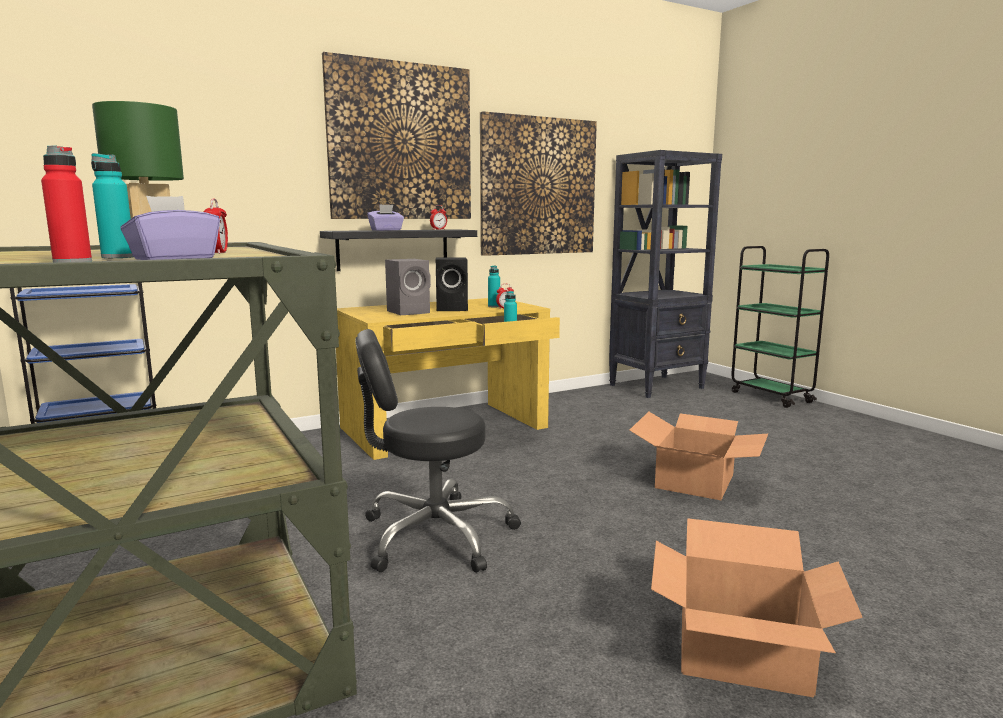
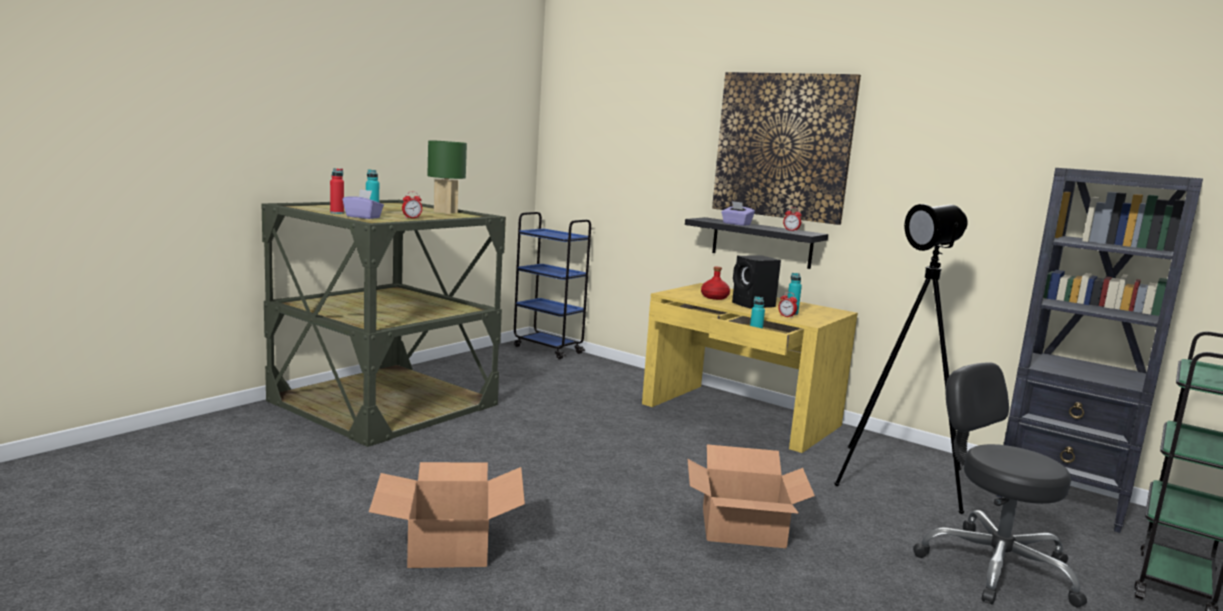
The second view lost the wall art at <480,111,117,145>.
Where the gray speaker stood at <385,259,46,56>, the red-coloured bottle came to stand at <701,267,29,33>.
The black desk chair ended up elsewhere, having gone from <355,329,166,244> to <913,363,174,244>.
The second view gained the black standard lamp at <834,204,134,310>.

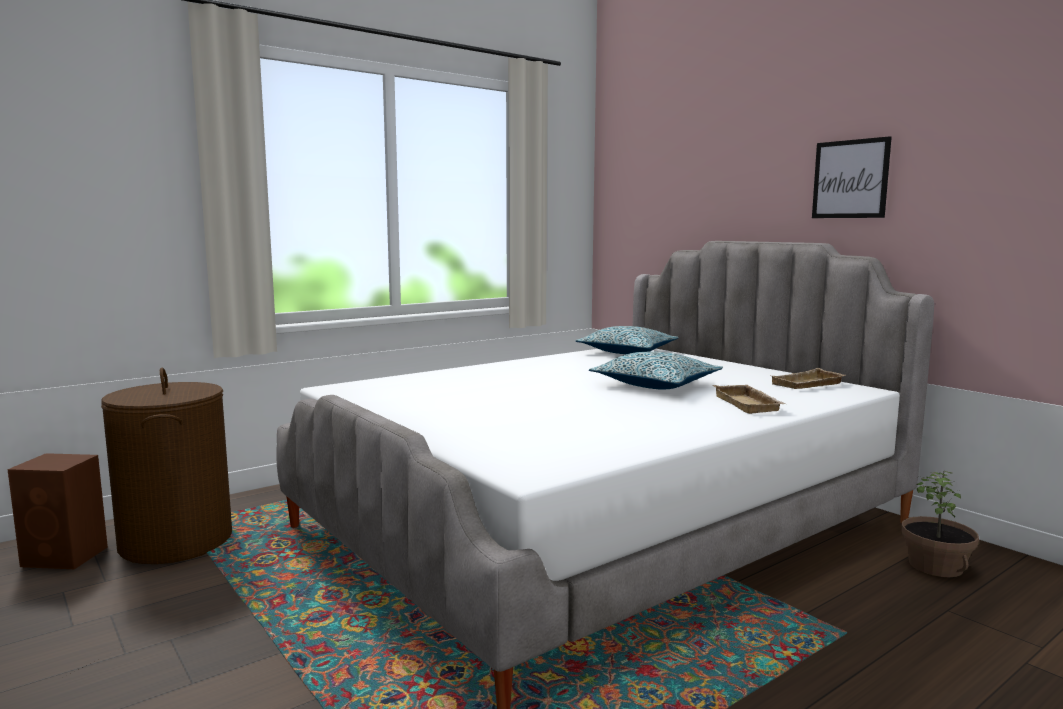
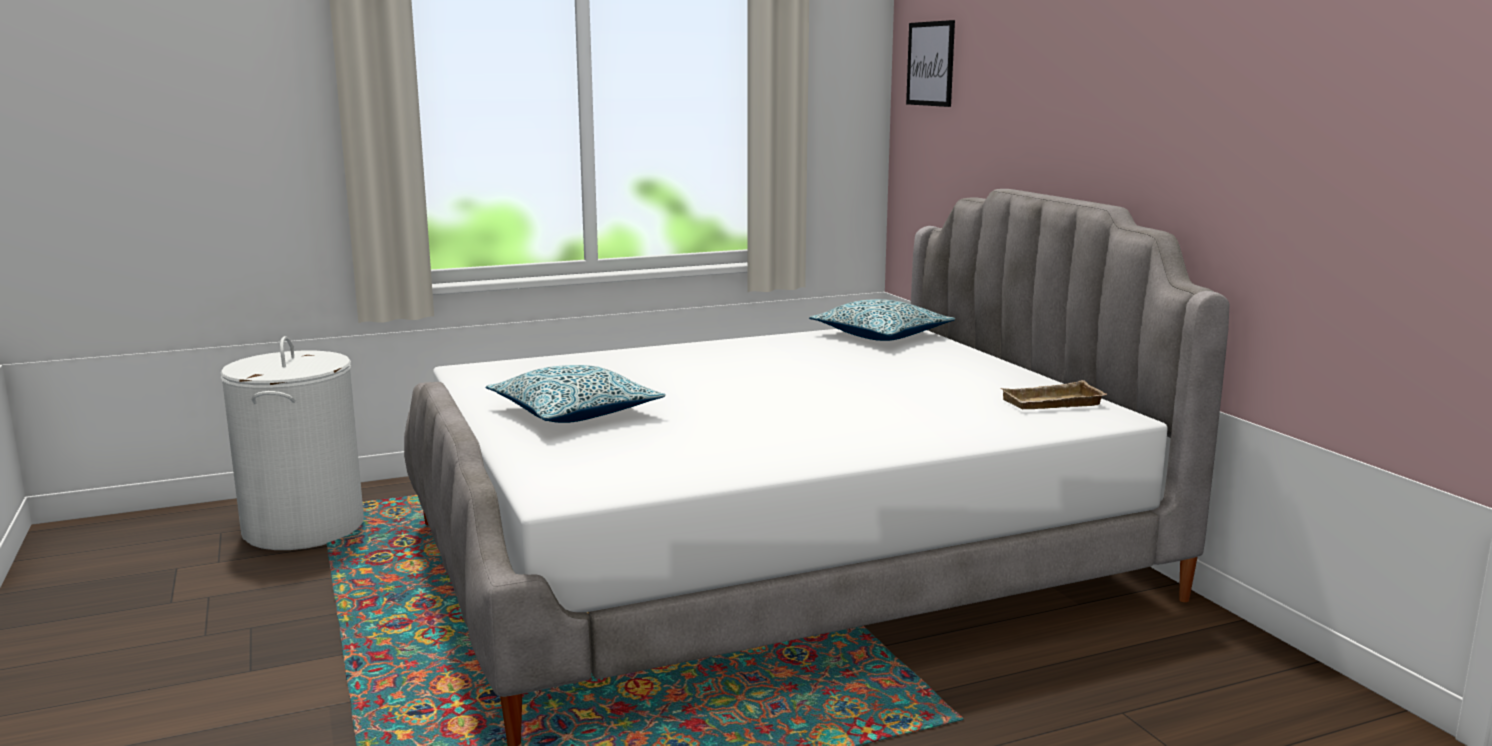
The wall art ended up elsewhere, having gone from <812,136,80,82> to <906,20,49,87>.
The pillow ended up elsewhere, having gone from <589,351,134,38> to <486,365,180,58>.
What was the brown-coloured hamper at <101,368,131,196> turned into the white hamper at <221,336,143,214>.
The second view lost the sand-coloured serving tray at <713,385,72,29>.
The second view lost the brown-coloured speaker at <8,453,100,116>.
The second view lost the plant in a pot at <901,471,78,106>.

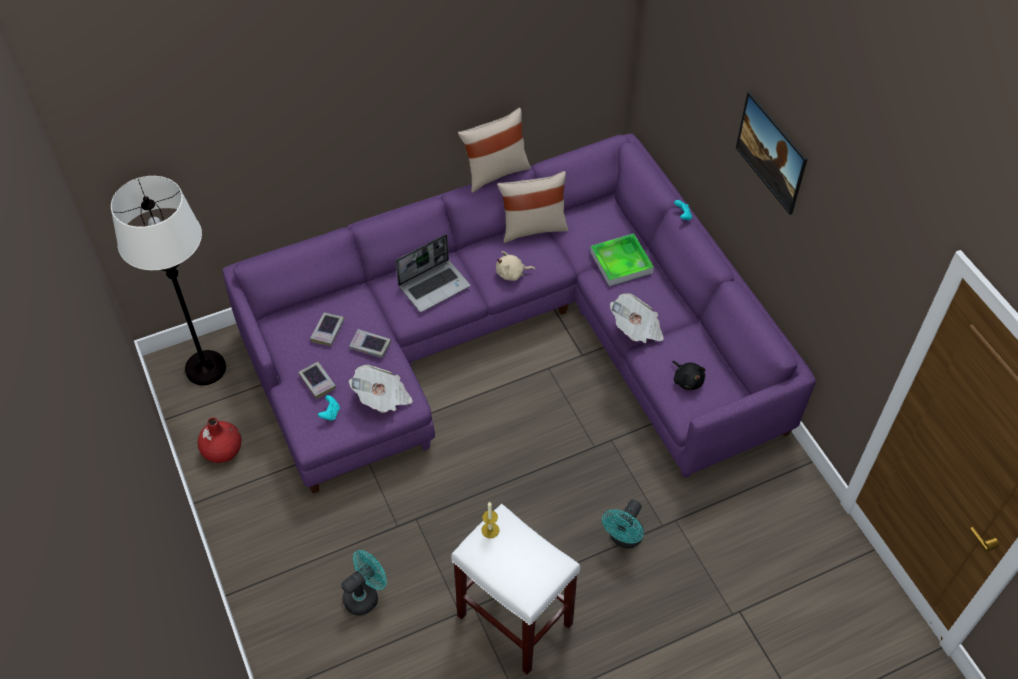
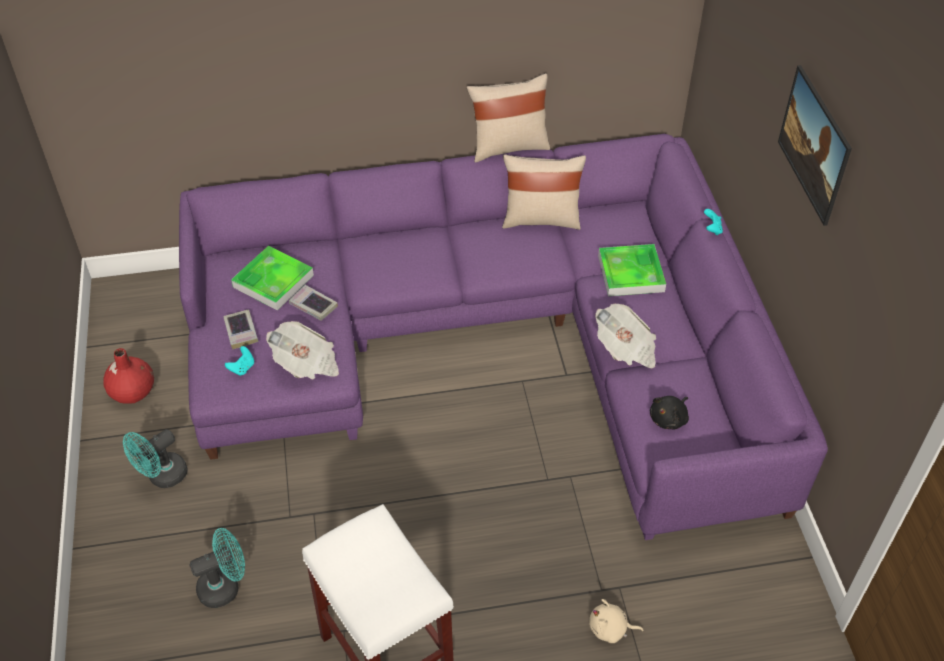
The second view lost the white standard lamp at <111,176,115,209>.
The second view lost the laptop at <395,234,75,78>.
The sand-coloured cuddly toy ended up elsewhere, having gone from <496,251,39,30> to <589,599,55,44>.
Where the bound book stood at <310,313,35,33>, the serving tray came to stand at <231,246,83,64>.
The black cuddly toy at <672,361,33,29> ended up facing another way, 60 degrees clockwise from before.
The blue-green cooling fan ended up elsewhere, having gone from <602,500,42,49> to <123,429,65,59>.
The second view lost the wax light at <481,502,18,36>.

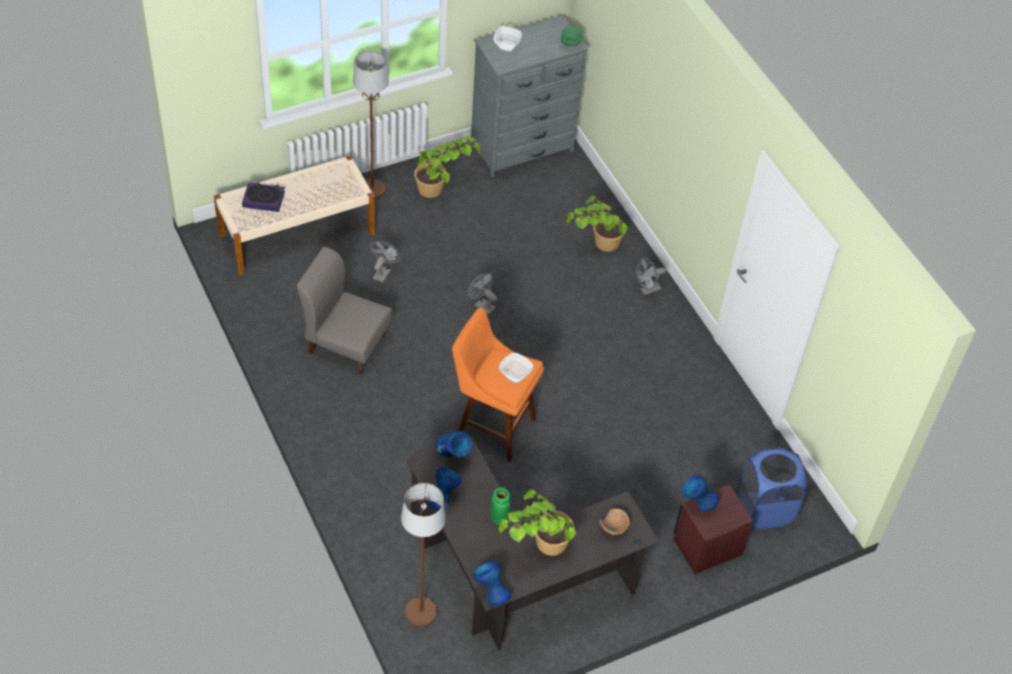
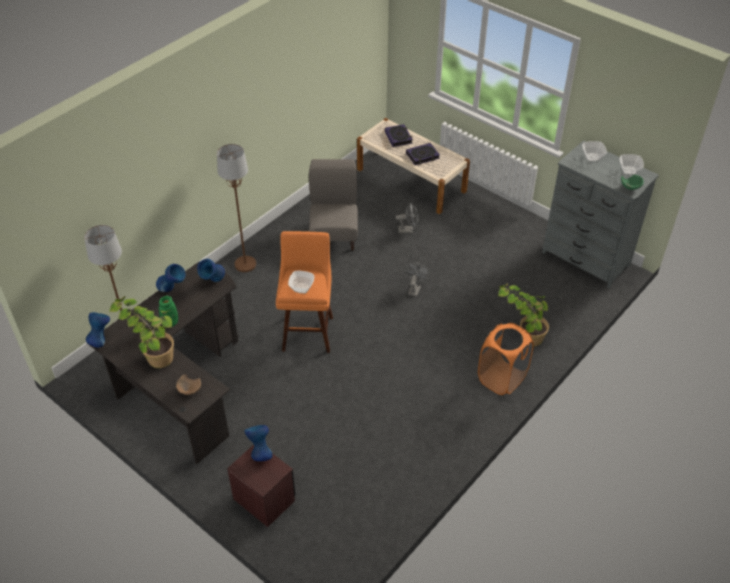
The brown-coloured standard lamp ended up elsewhere, having gone from <353,50,36,149> to <217,144,39,128>.
The second view lost the plant in a pot at <414,136,66,62>.
Where the gray cooling fan stood at <636,258,30,37>, the orangey hamper came to stand at <478,323,56,72>.
The second view lost the bluish hamper at <738,447,68,83>.
The second view gained the bound book at <406,143,34,22>.
The second view gained the deep dish at <620,154,24,21>.

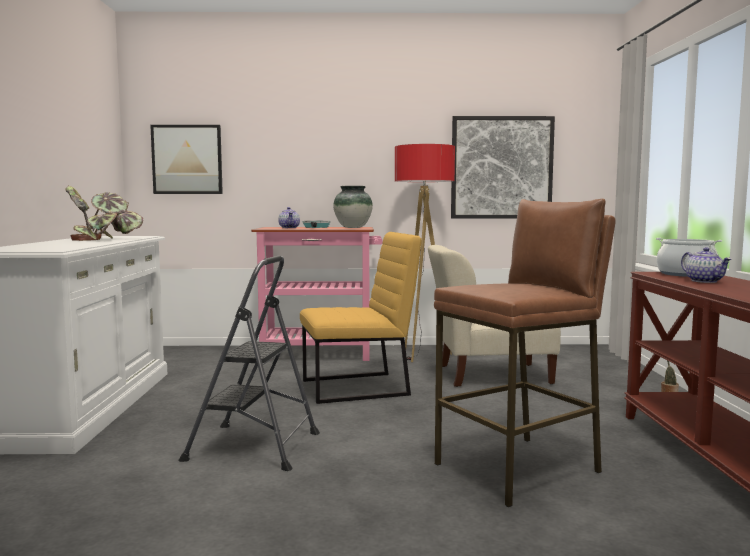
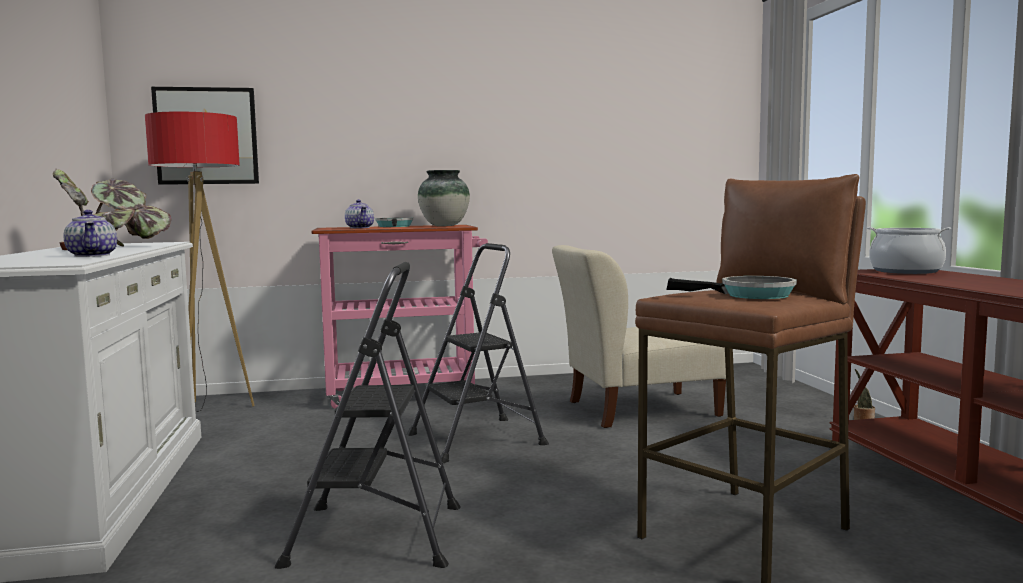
The second view lost the wall art at <451,116,104,103>.
The standard lamp ended up elsewhere, having gone from <395,144,60,218> to <145,111,109,301>.
Where the yellow chair stood at <300,232,121,172>, the black stepladder came to stand at <407,243,142,220>.
The tea pot ended up elsewhere, having gone from <681,247,51,36> to <63,210,54,47>.
The second view gained the skillet at <666,276,131,23>.

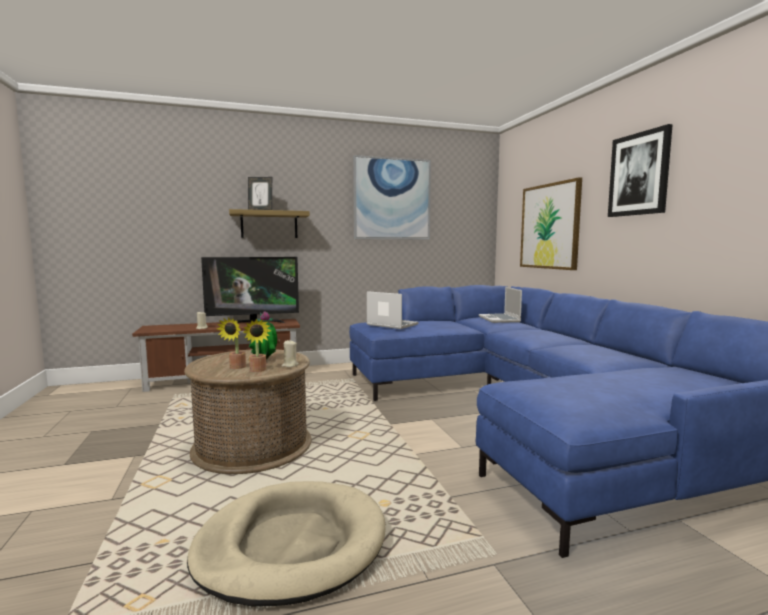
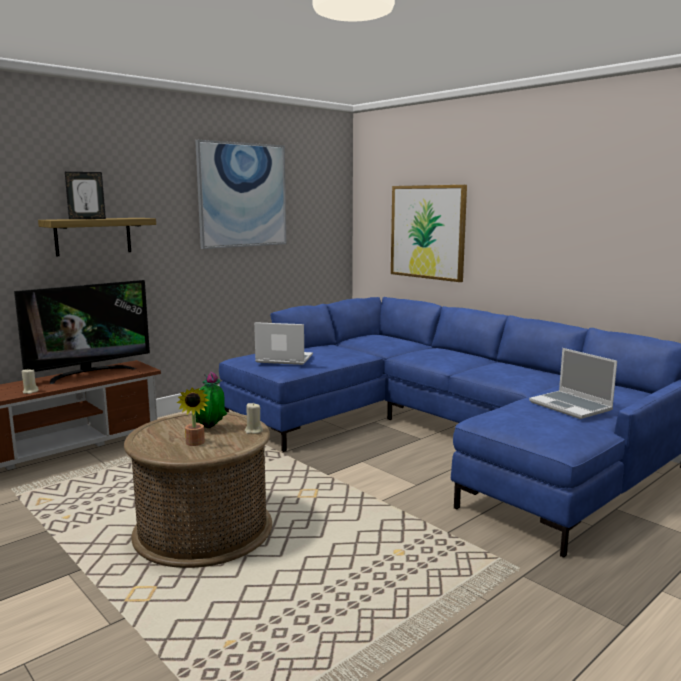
The second view lost the wall art at <608,124,65,93>.
The laptop ended up elsewhere, having gone from <479,287,43,36> to <529,348,88,71>.
The second view lost the plant in a pot at <243,319,28,53>.
The second view lost the sand-coloured dog cushion at <187,481,198,126>.

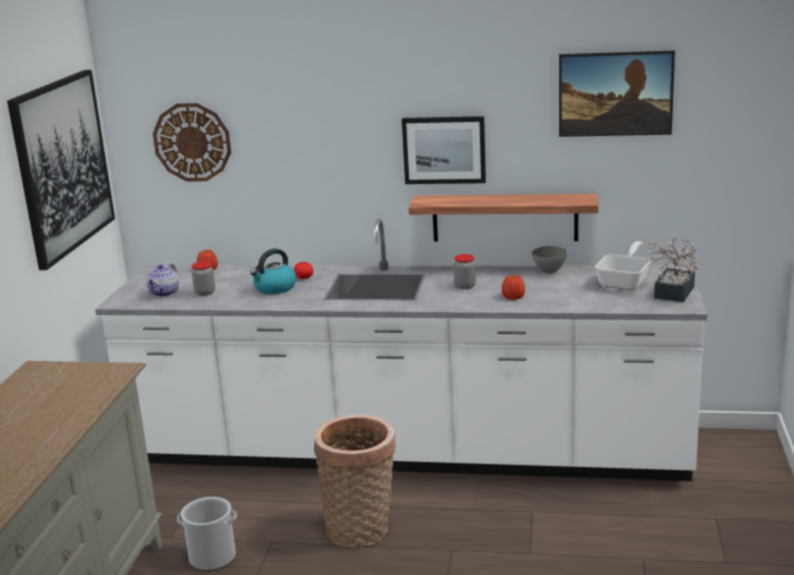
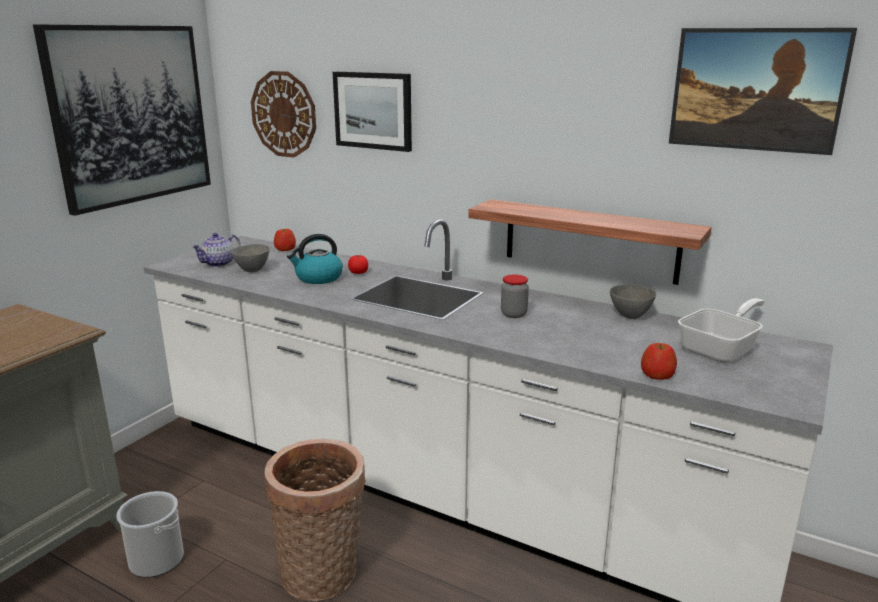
The wall art ended up elsewhere, having gone from <402,116,84,68> to <333,72,79,80>.
The second view lost the plant in a pot at <646,238,55,64>.
Where the storage jar stood at <192,261,23,35>, the gray deep dish came to stand at <231,244,39,28>.
The apple fruit ended up elsewhere, having gone from <502,275,23,25> to <641,343,36,37>.

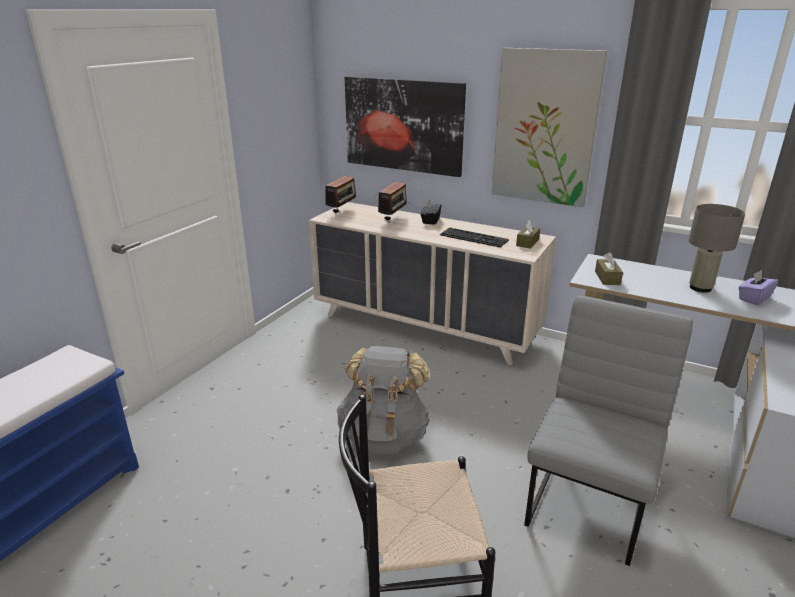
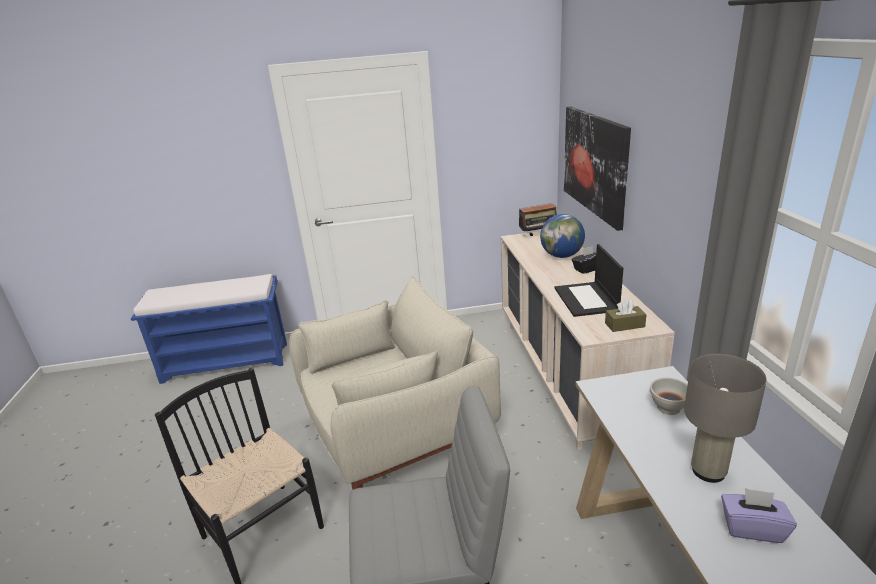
The second view lost the wall art at <492,48,115,159>.
Where the radio receiver stood at <378,181,29,39>, the world globe came to stand at <540,214,45,44>.
Where the PC keyboard stood at <440,228,69,20>, the laptop came to stand at <554,244,70,73>.
The second view lost the brown-coloured box of tissues at <595,252,28,33>.
Where the gray rucksack stood at <337,346,94,108>, the sand-coloured lounge chair came to stand at <289,276,212,214>.
The second view gained the white deep dish at <650,378,38,37>.

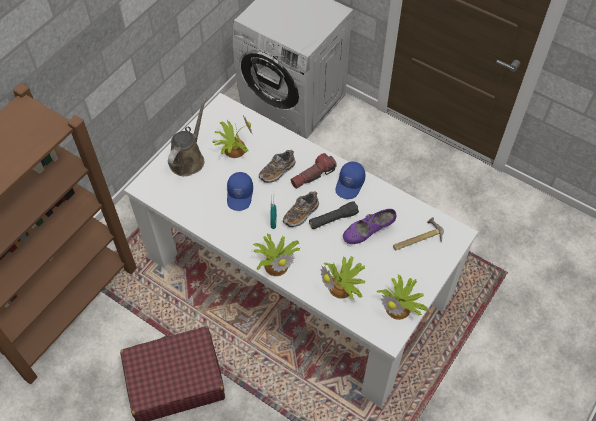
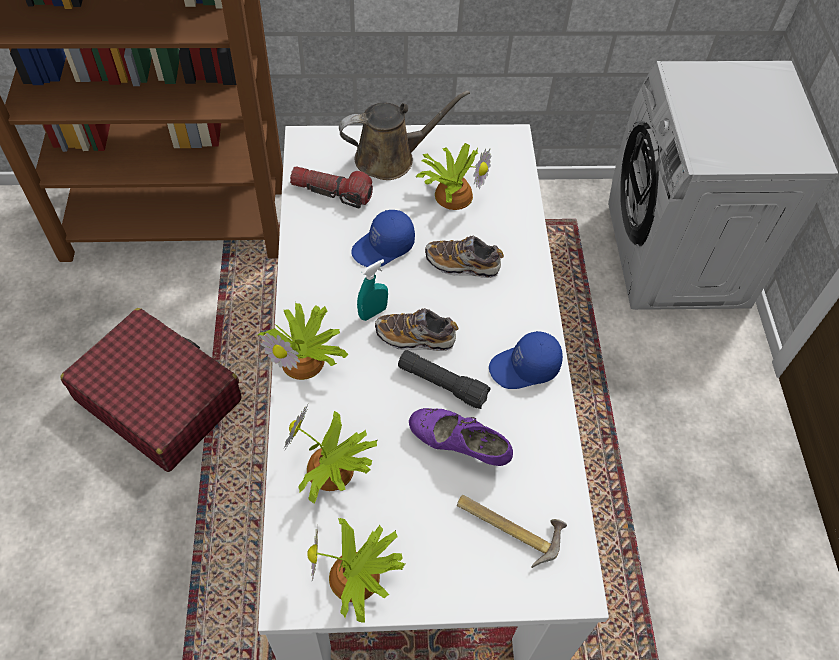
The flashlight ended up elsewhere, having gone from <291,153,46,36> to <290,166,83,42>.

